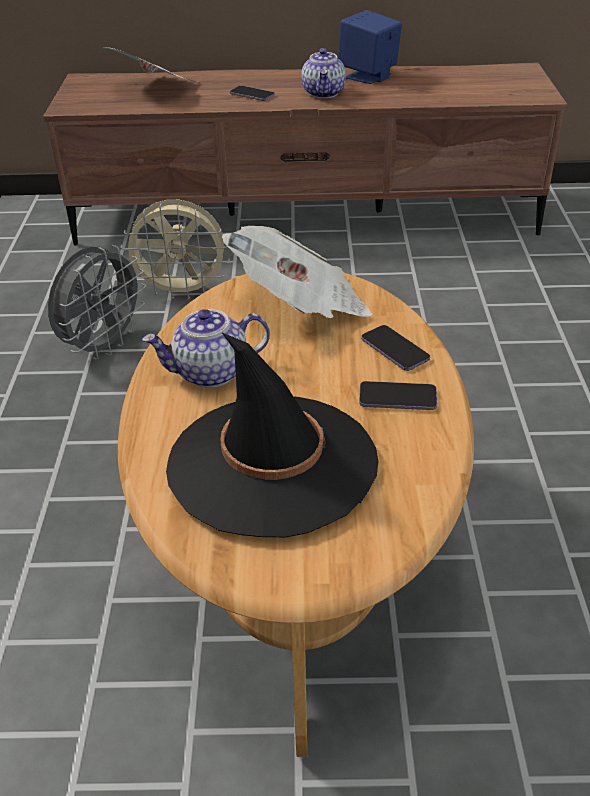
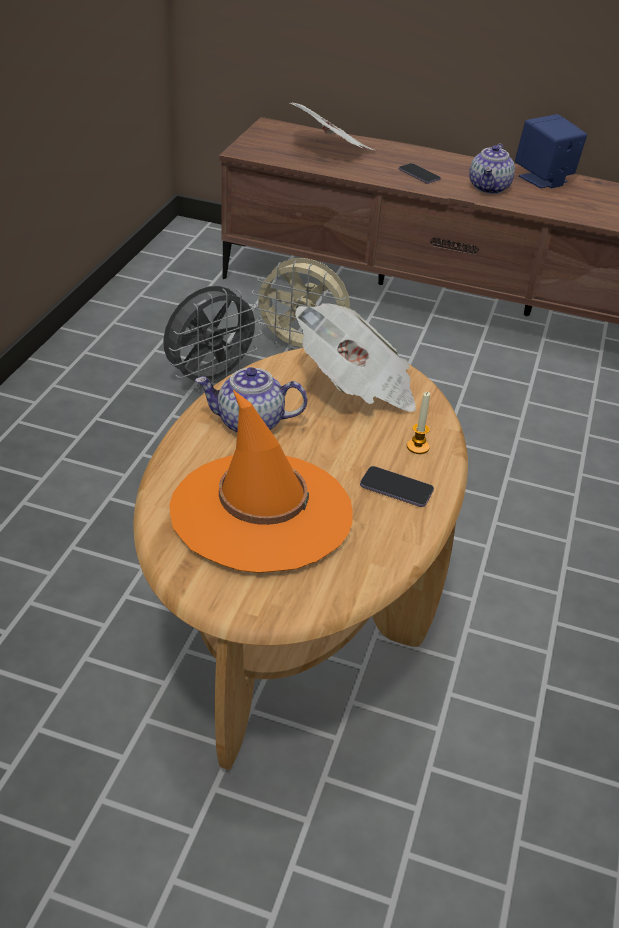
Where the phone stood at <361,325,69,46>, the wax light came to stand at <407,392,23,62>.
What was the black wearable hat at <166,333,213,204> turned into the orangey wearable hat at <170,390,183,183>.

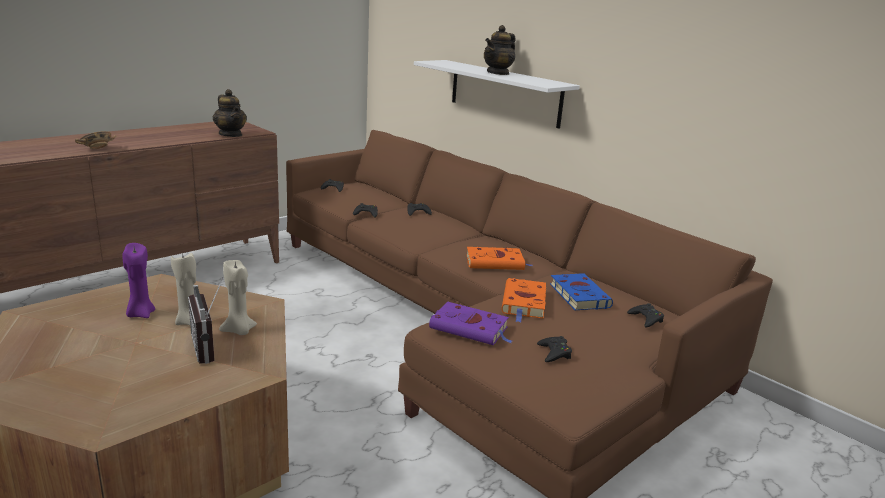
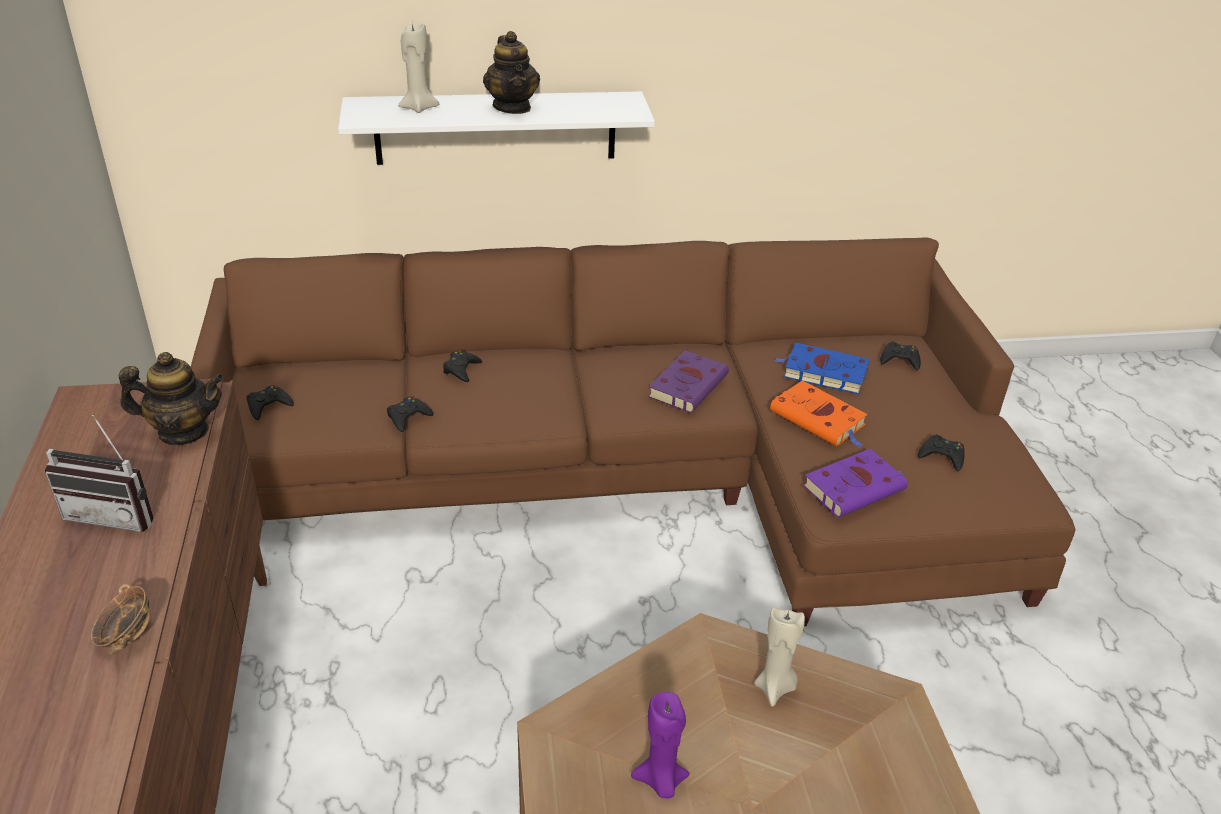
What was the orangey bound book at <466,247,66,23> turned into the purplish bound book at <648,350,81,63>.
The sand-coloured wax light ended up elsewhere, having gone from <171,252,25,73> to <398,23,41,90>.
The radio receiver ended up elsewhere, having gone from <188,277,35,87> to <45,415,109,117>.

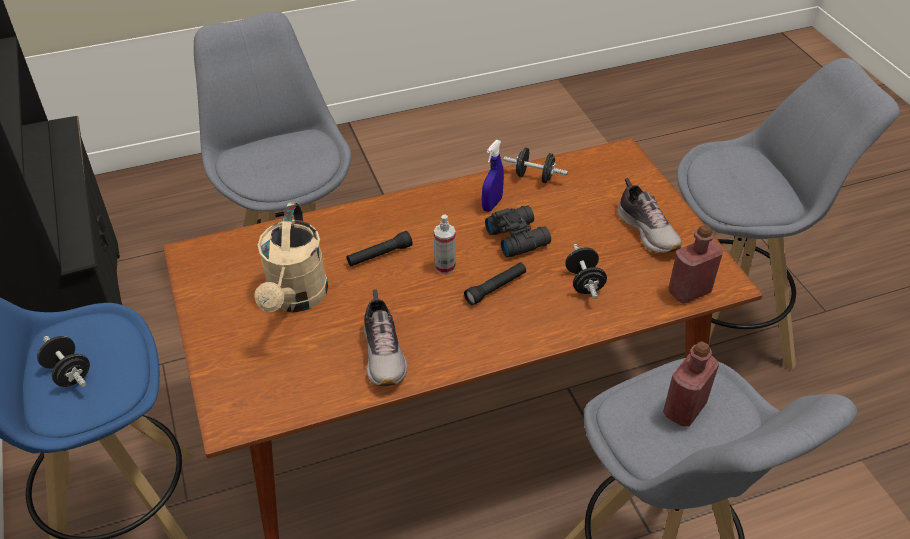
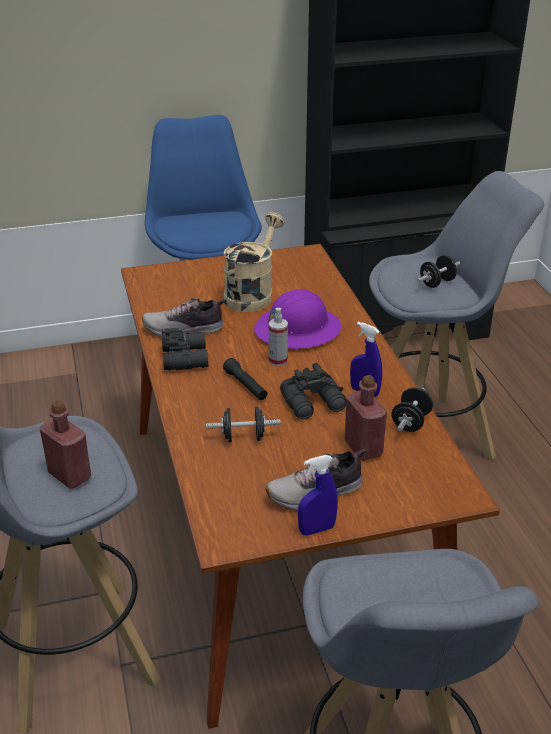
The sand-coloured watering can at <254,203,74,109> ended up facing another way, 105 degrees clockwise from before.
The red-coloured bottle ended up elsewhere, having gone from <669,225,54,79> to <344,375,43,86>.
Where the black flashlight stood at <347,231,66,35>, the purplish work helmet came to stand at <254,289,87,60>.
The black free weight ended up elsewhere, having gone from <37,336,53,51> to <417,255,43,33>.
The second view gained the black binoculars at <161,328,47,43>.
The second view gained the bluish hand sprayer at <298,455,40,81>.

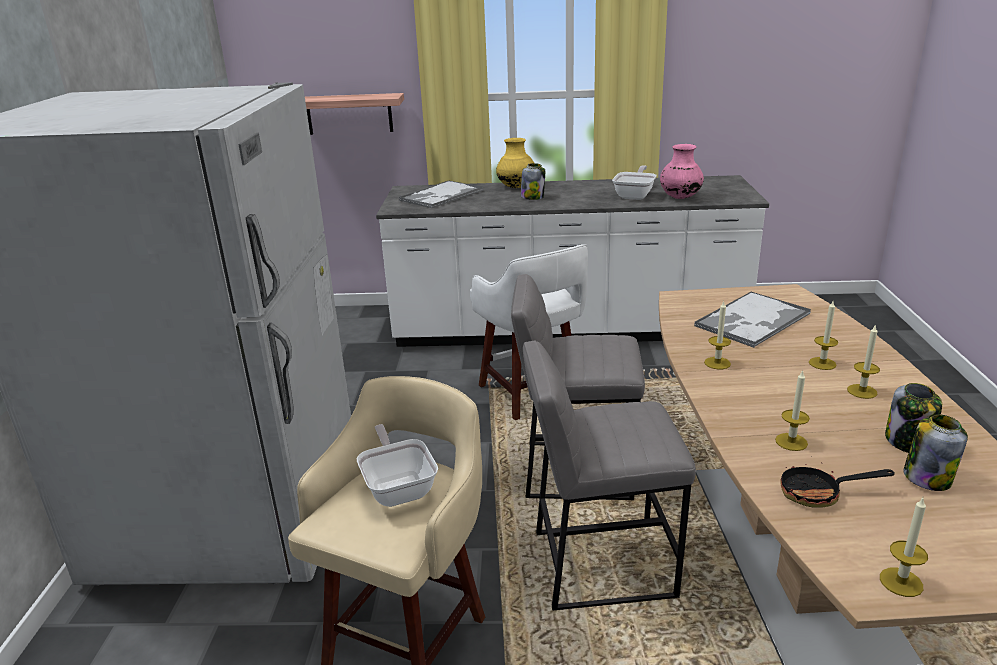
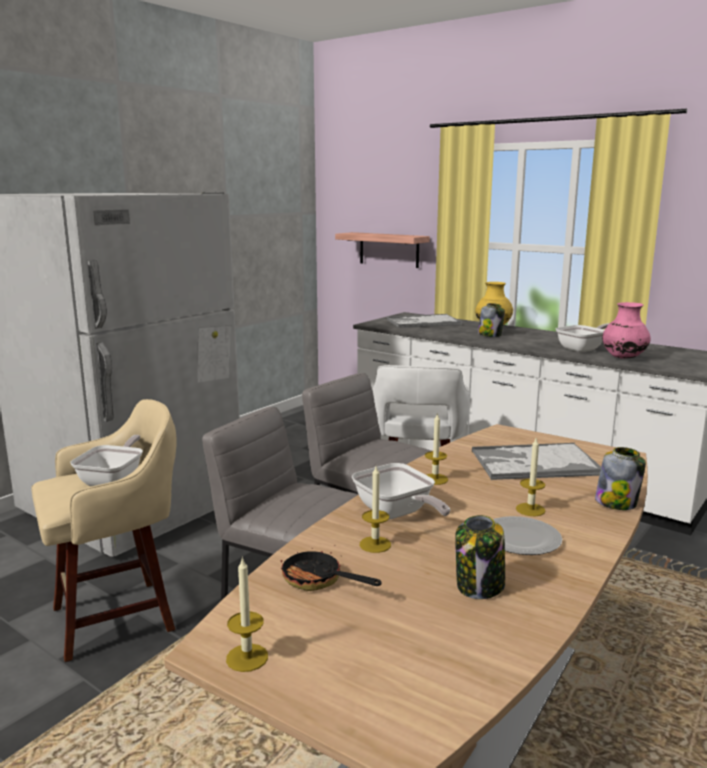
Where the wax light stood at <847,324,33,75>, the plate came to stand at <493,516,69,39>.
The storage jar ended up elsewhere, having gone from <903,414,65,77> to <595,447,51,63>.
The second view gained the skillet at <352,463,98,56>.

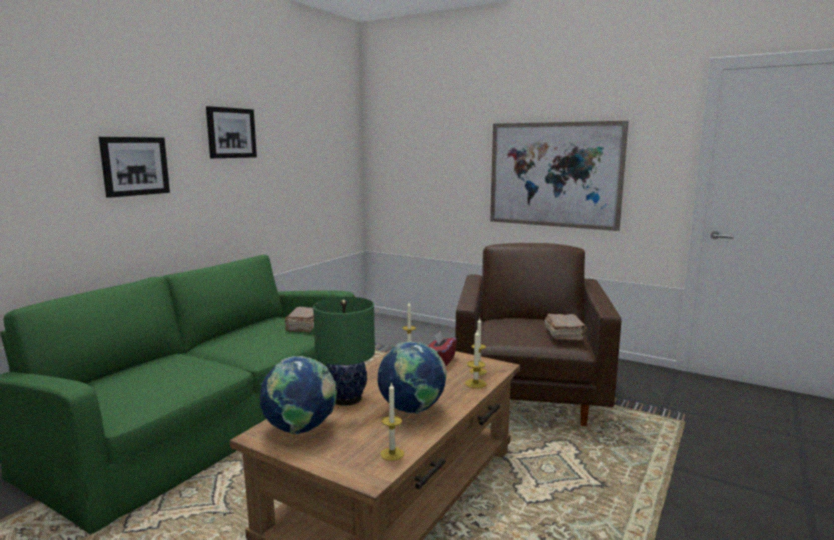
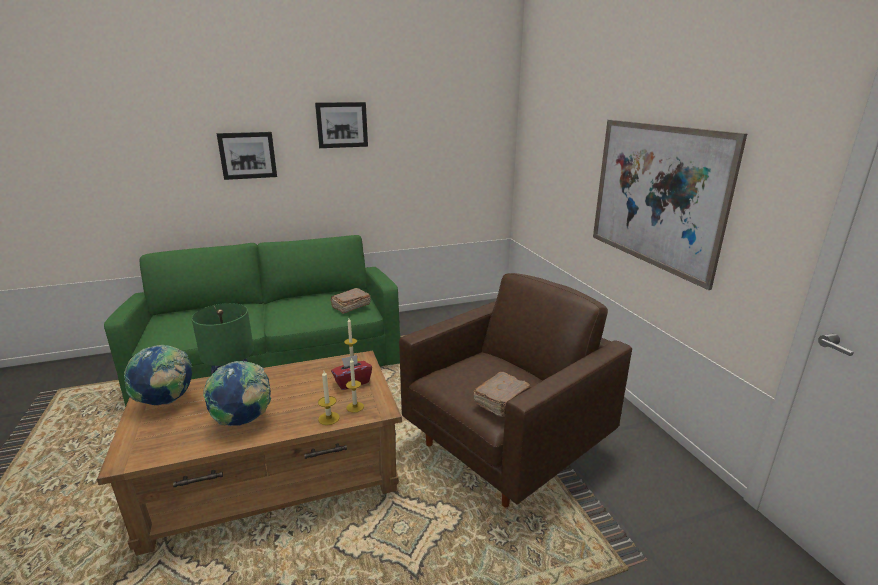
The second view lost the wax light at <380,382,24,79>.

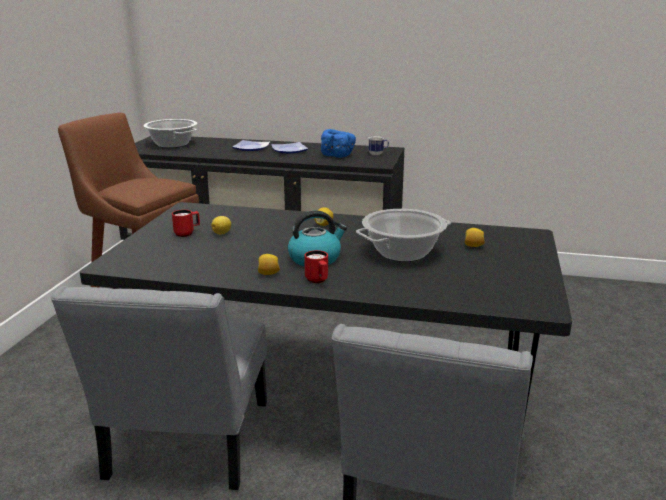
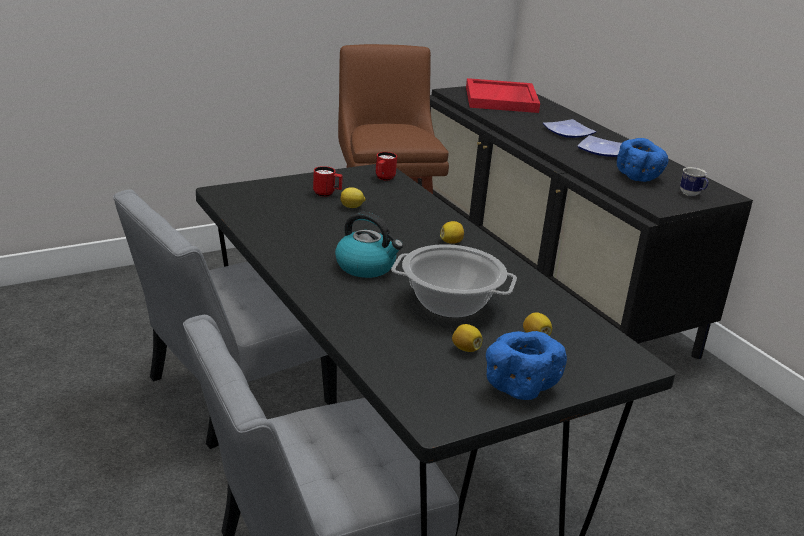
Where the cooking pot stood at <143,119,54,29>, the red-coloured serving tray came to stand at <466,78,74,35>.
The red-coloured tea mug ended up elsewhere, having gone from <304,250,24,33> to <375,152,22,29>.
The citrus fruit ended up elsewhere, having gone from <258,254,22,21> to <452,324,31,28>.
The second view gained the bluish deep dish at <486,331,81,69>.

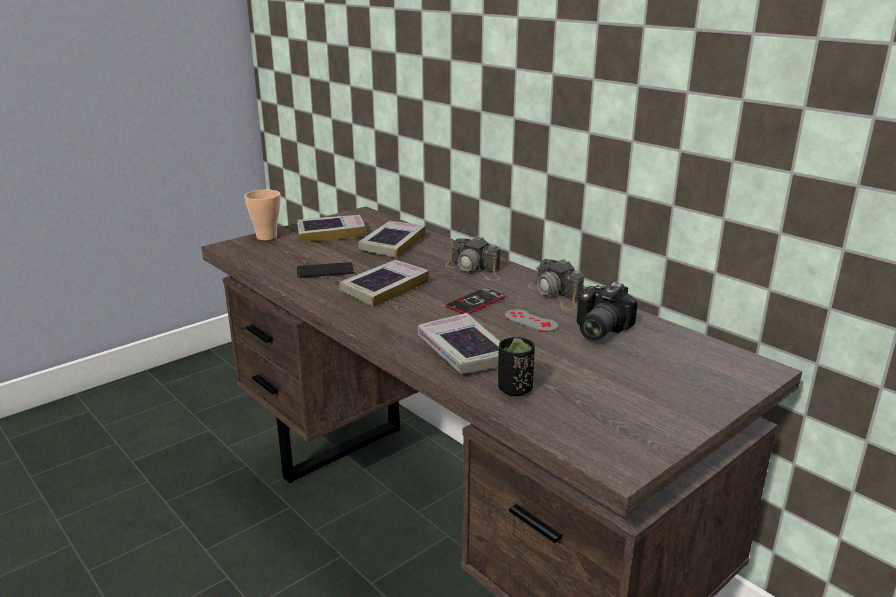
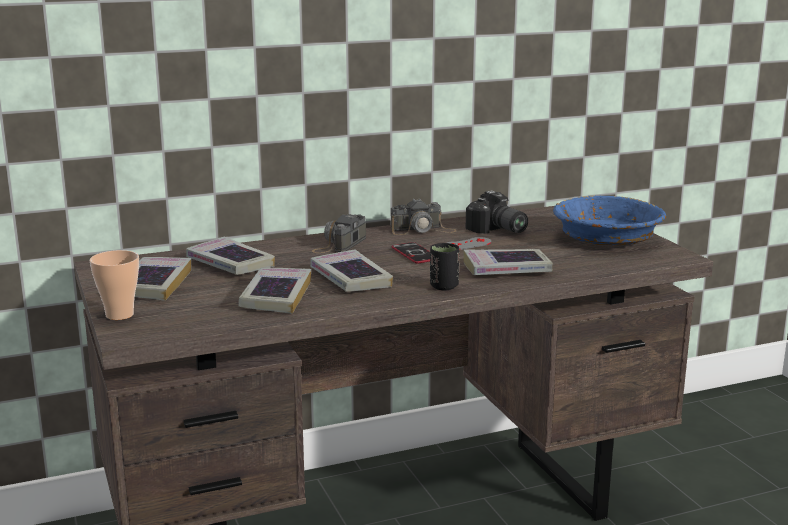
The still camera at <445,236,55,45> ended up facing another way, 150 degrees clockwise from before.
Where the phone stood at <297,262,57,16>, the bound book came to stand at <239,268,72,46>.
The black cup ended up elsewhere, having gone from <498,337,37,59> to <430,243,29,47>.
The second view gained the bluish deep dish at <553,195,113,50>.

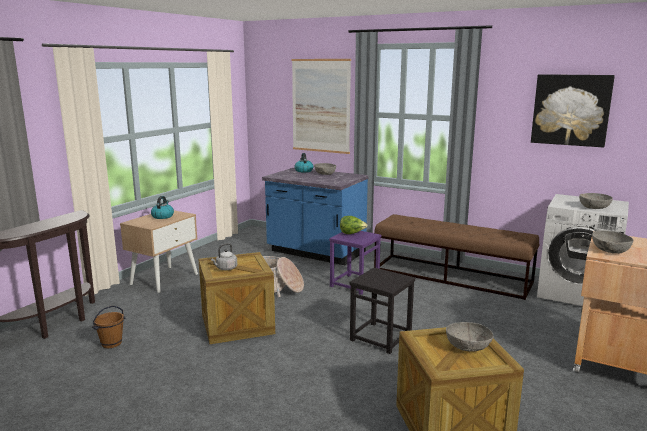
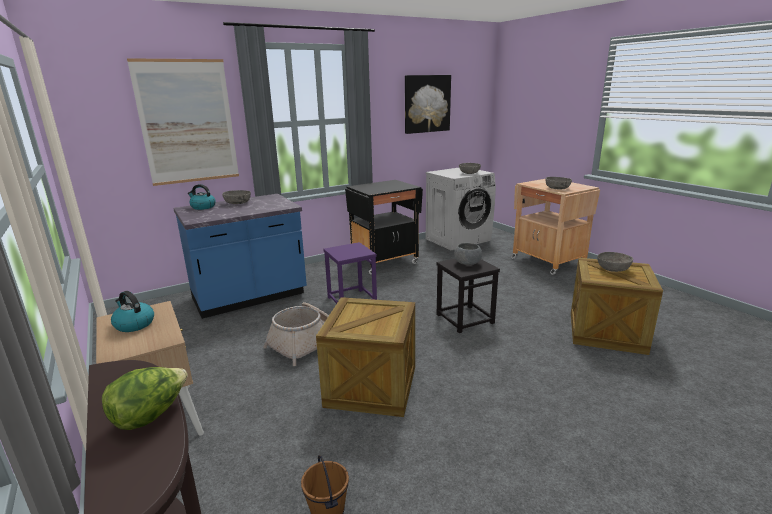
Where the brown-coloured bench stood at <374,214,165,86>, the black trolley came to stand at <345,180,78,95>.
The head of lettuce ended up elsewhere, having gone from <340,216,27,18> to <102,367,86,63>.
The second view lost the gray kettle at <211,243,26,27>.
The second view gained the gray deep dish at <454,243,28,22>.

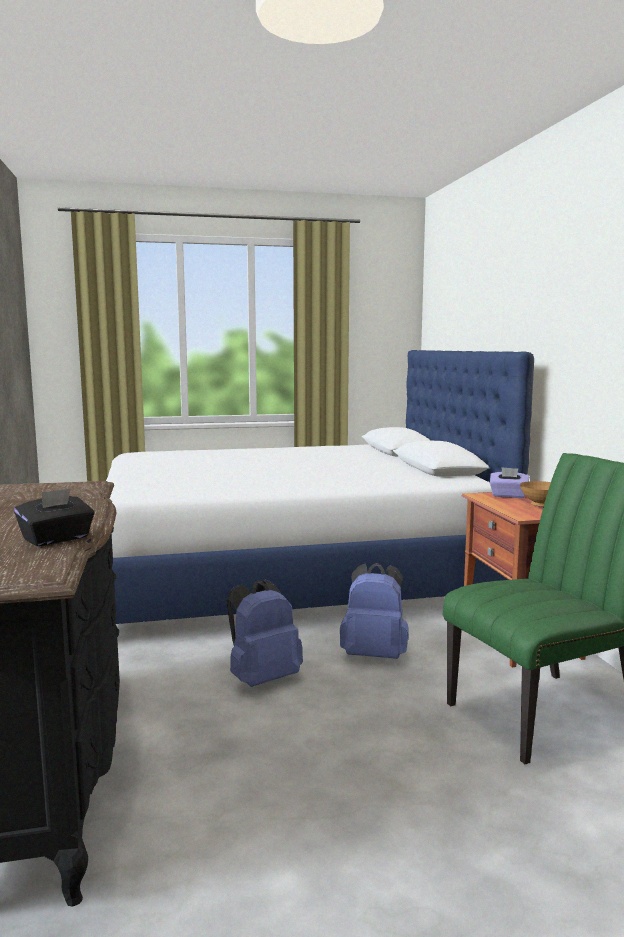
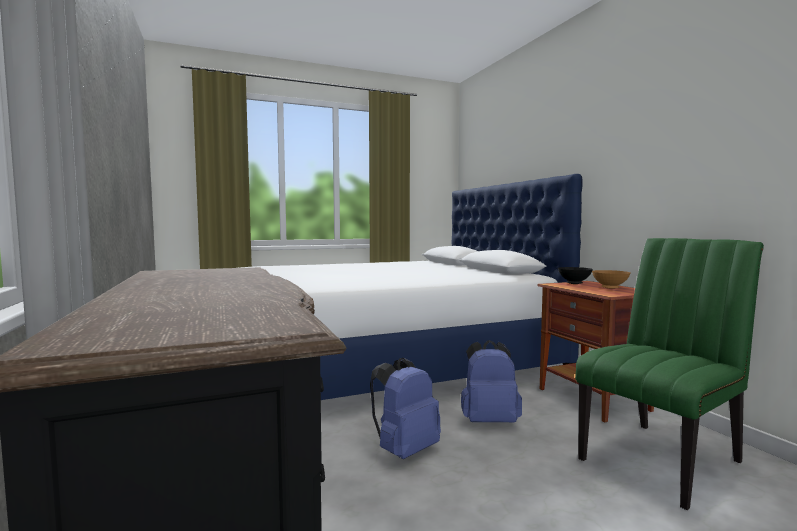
Where the purplish box of tissues stood at <490,467,39,31>, the black deep dish came to stand at <558,267,35,17>.
The second view lost the black box of tissues at <14,488,80,58>.

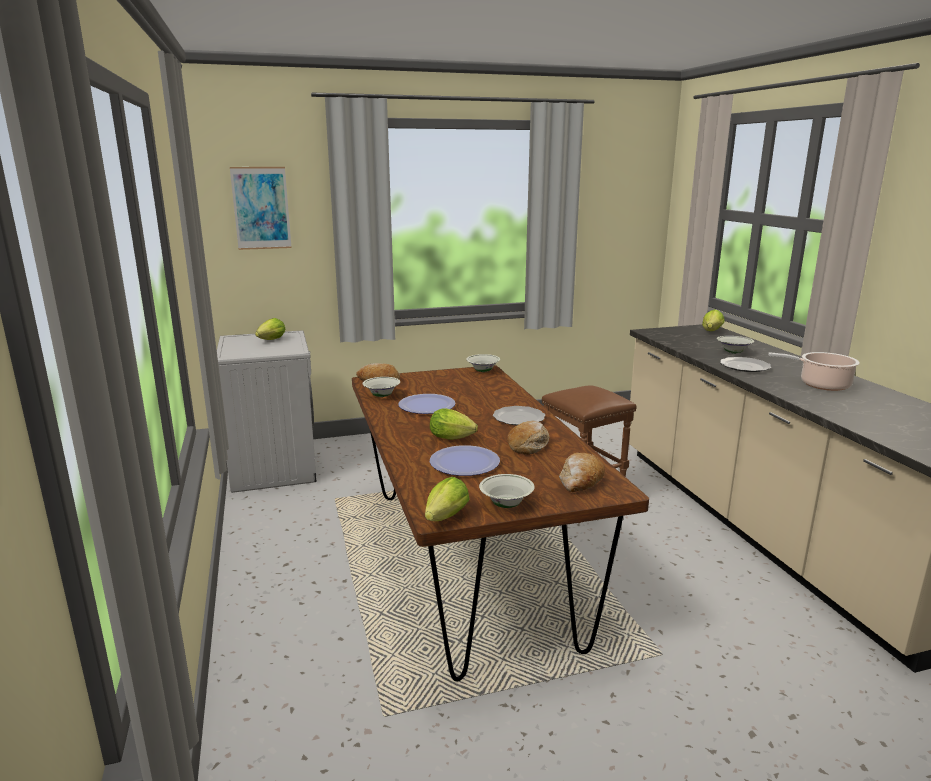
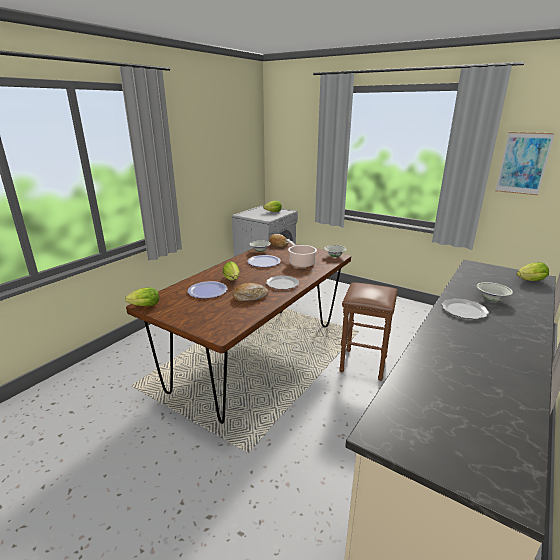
The wall art ended up elsewhere, having gone from <230,167,62,83> to <495,132,60,63>.
The cooking pot ended up elsewhere, having gone from <768,352,92,39> to <286,239,31,29>.
The second view lost the bakery bread at <559,453,46,39>.
The second view lost the white deep dish at <479,474,56,34>.

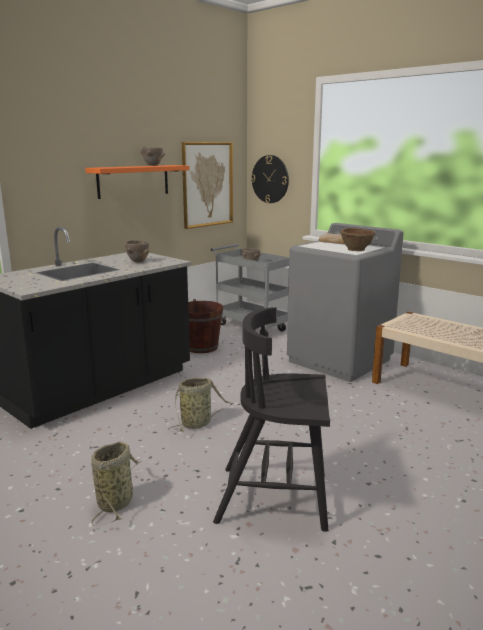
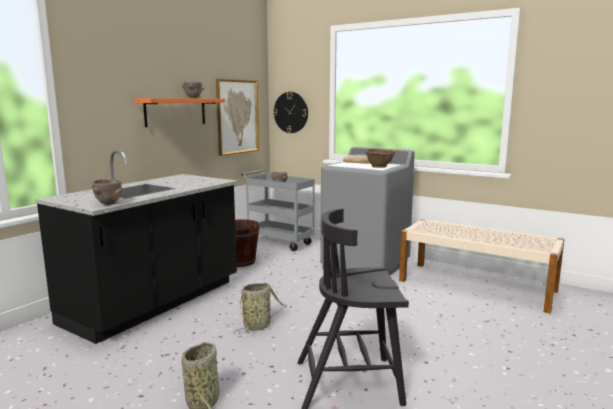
The brown-coloured deep dish ended up elsewhere, having gone from <125,240,24,23> to <92,179,30,26>.

